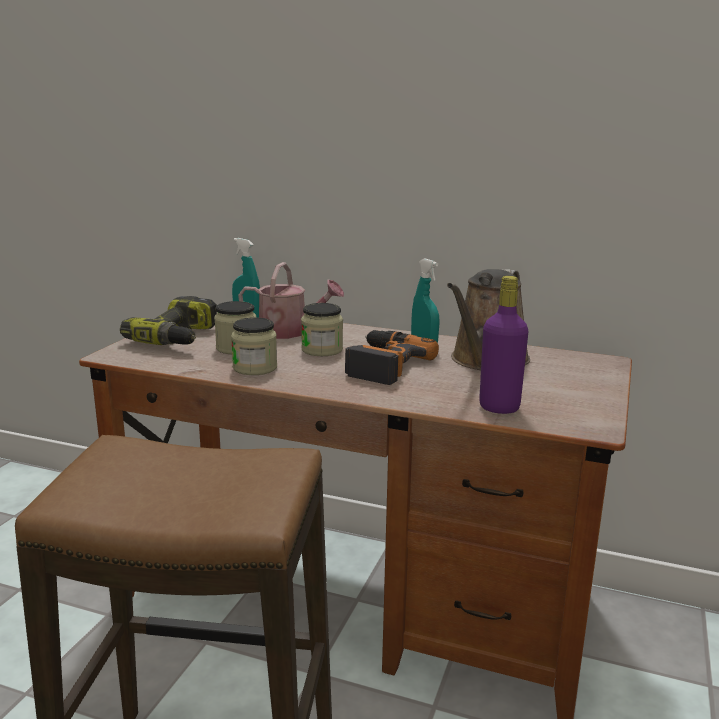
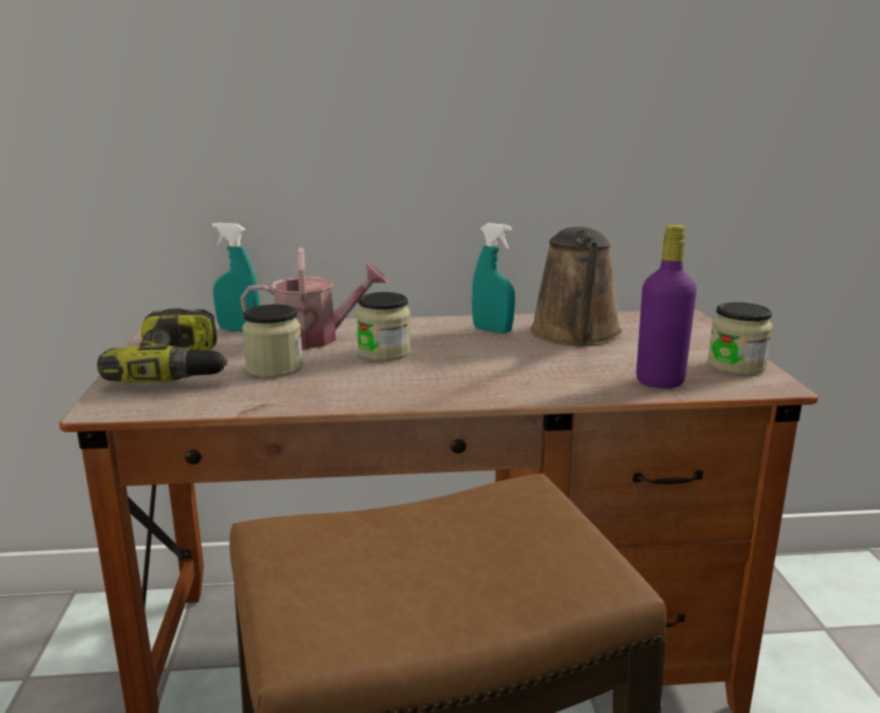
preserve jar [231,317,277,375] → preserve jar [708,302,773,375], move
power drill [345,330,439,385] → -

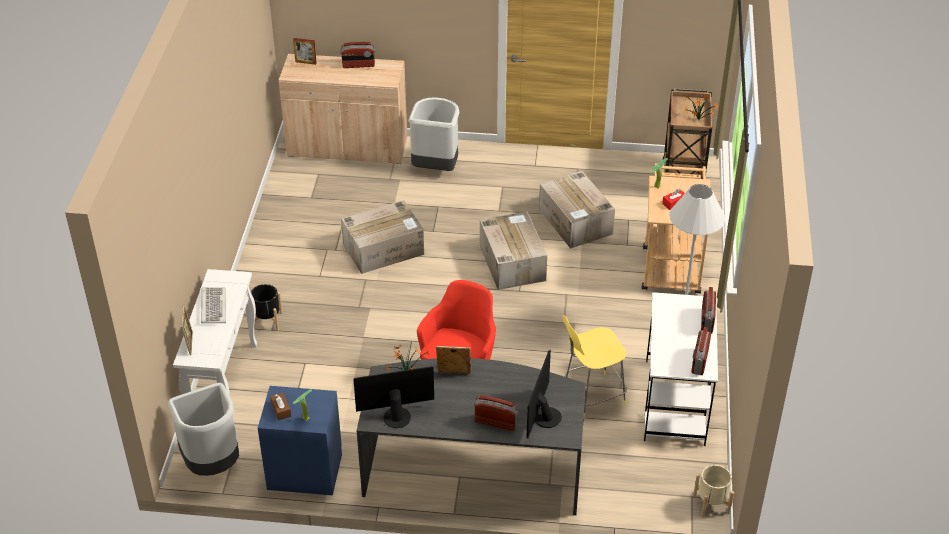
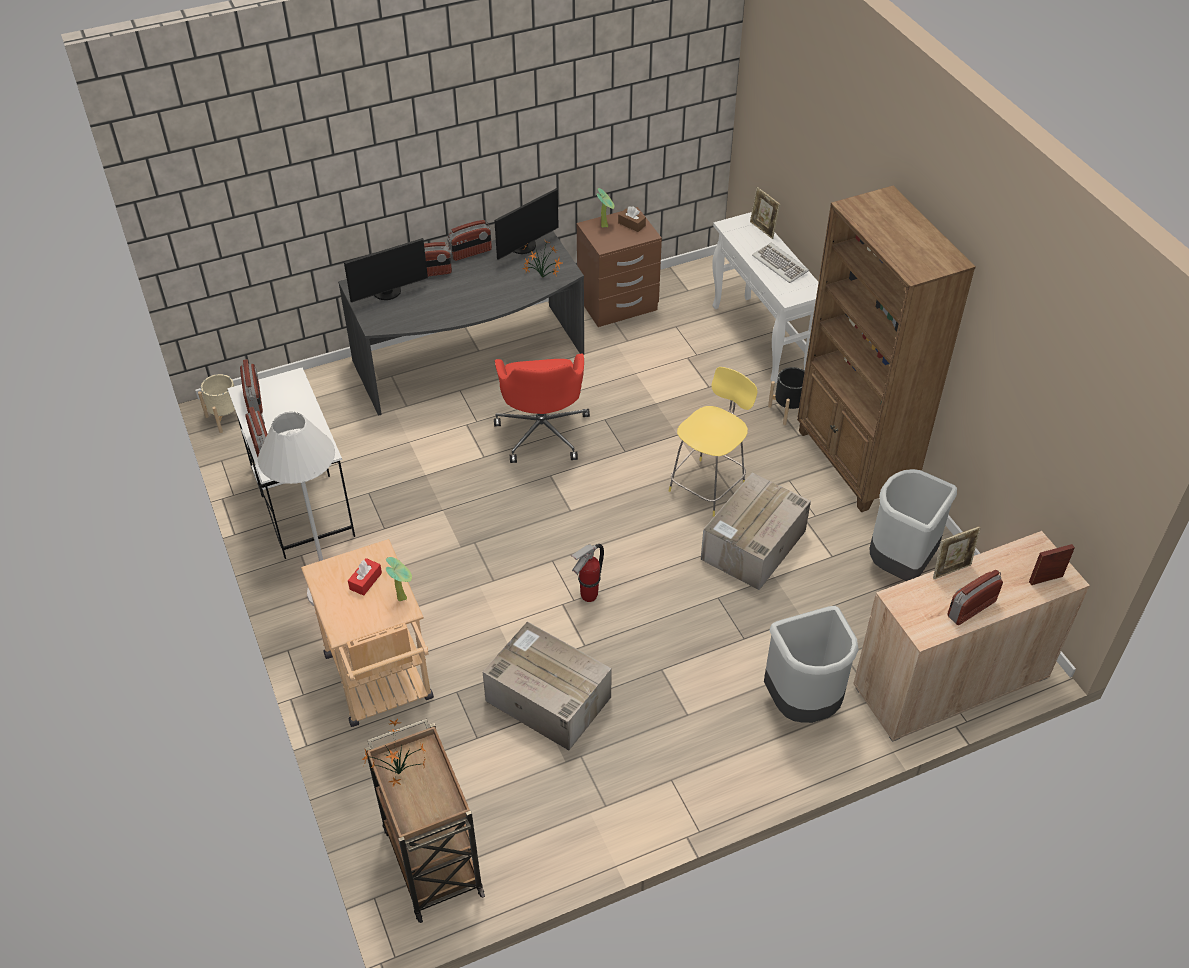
gray rubbish bin [168,383,239,476] → gray rubbish bin [870,469,957,581], move
blue night table [258,386,342,495] → brown-coloured night table [577,207,662,327]
standing frame [436,346,471,374] → standing frame [933,526,981,579], move
carton [480,212,547,290] → extinguisher [571,544,604,602]
computer screen [526,350,562,438] → computer screen [344,238,428,302], 75 degrees clockwise
yellowish sitting stool [562,316,627,417] → yellowish sitting stool [669,367,757,517], move
- → radio set [447,220,492,261]
- → brown-coloured shelving unit [797,186,975,512]

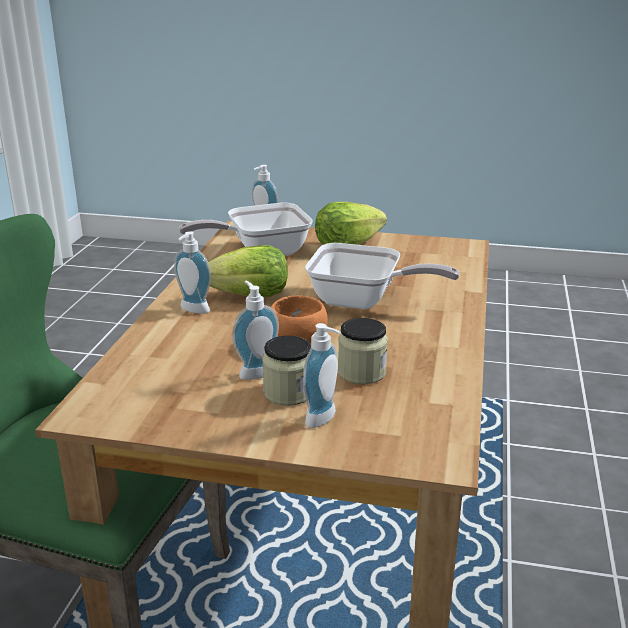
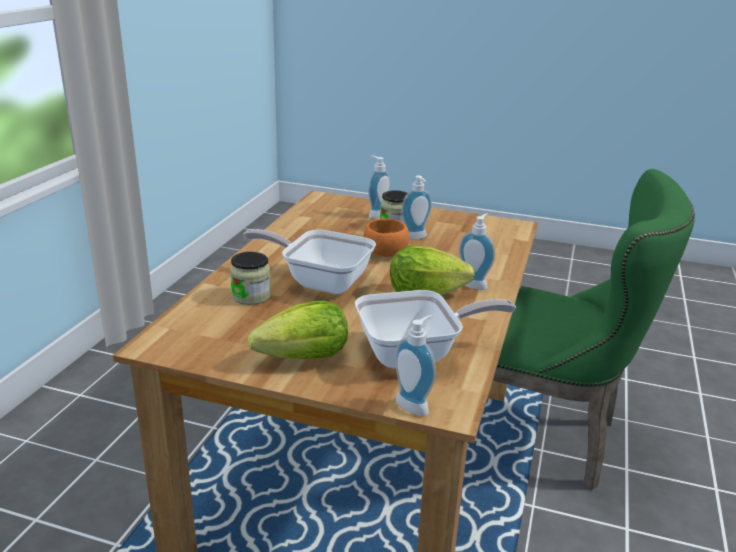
preserve jar [338,318,388,384] → preserve jar [230,252,271,305], move

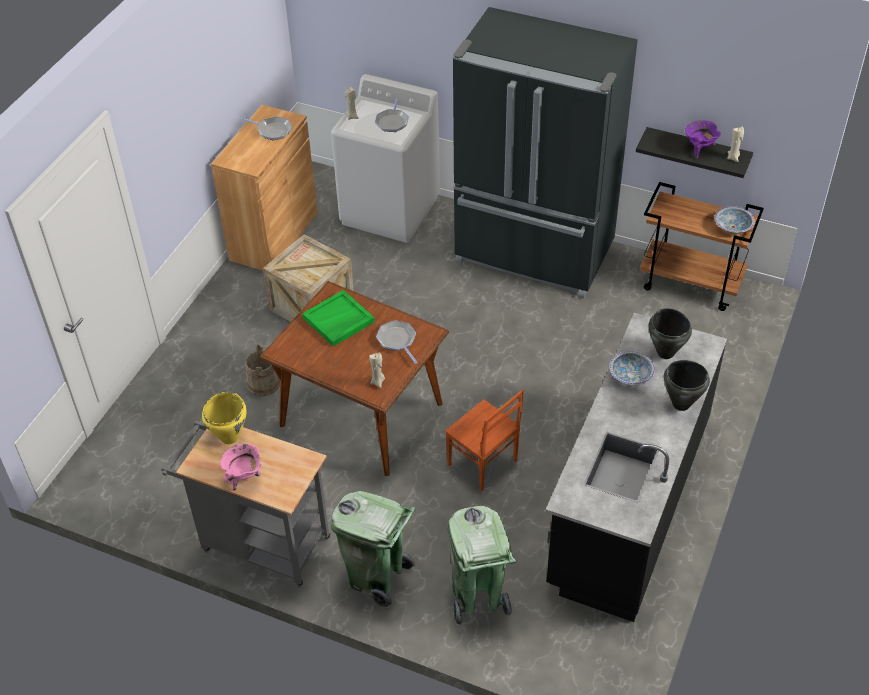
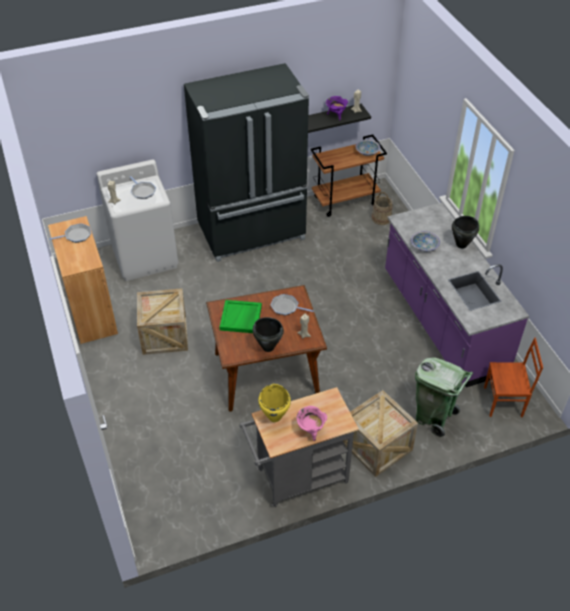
beige-coloured water bucket [245,344,280,396] → beige-coloured water bucket [372,192,392,225], move
green-coloured rubbish bin [331,491,416,609] → crate [343,390,418,477]
brown-coloured upright chair [445,390,524,491] → brown-coloured upright chair [484,338,543,417], move
black-coloured counter [545,313,727,622] → purplish counter [385,203,529,388]
black-coloured saucepot [649,308,692,359] → black-coloured saucepot [253,317,284,352], move

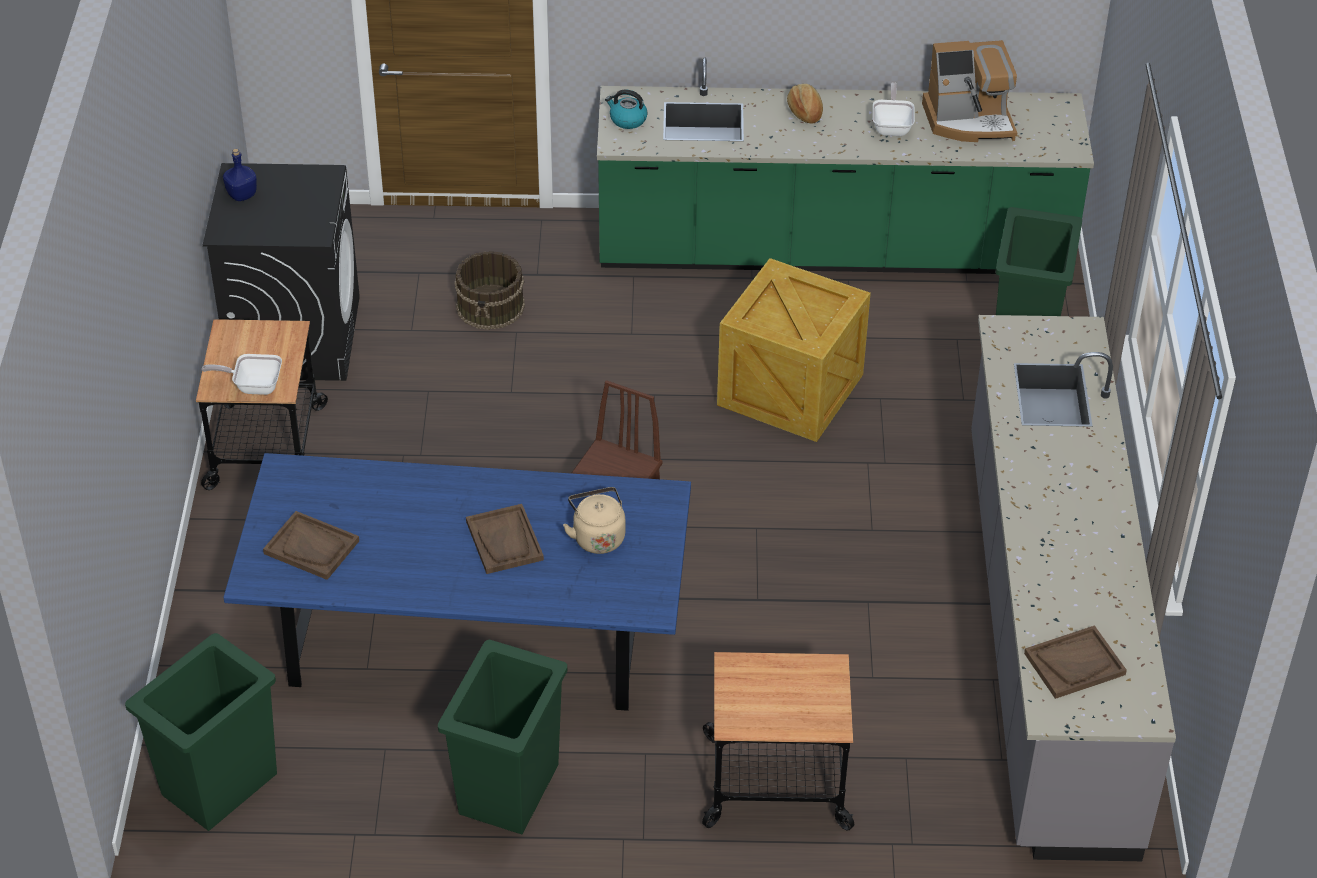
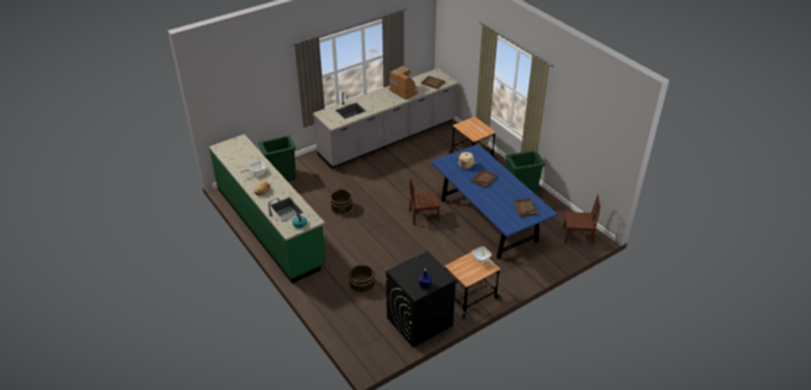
green-coloured rubbish bin [125,633,277,831] → brown-coloured upright chair [563,195,600,245]
crate [717,258,871,442] → brown-coloured water bucket [330,189,354,216]
coffee brewer [922,40,1017,142] → coffee brewer [389,66,418,100], move

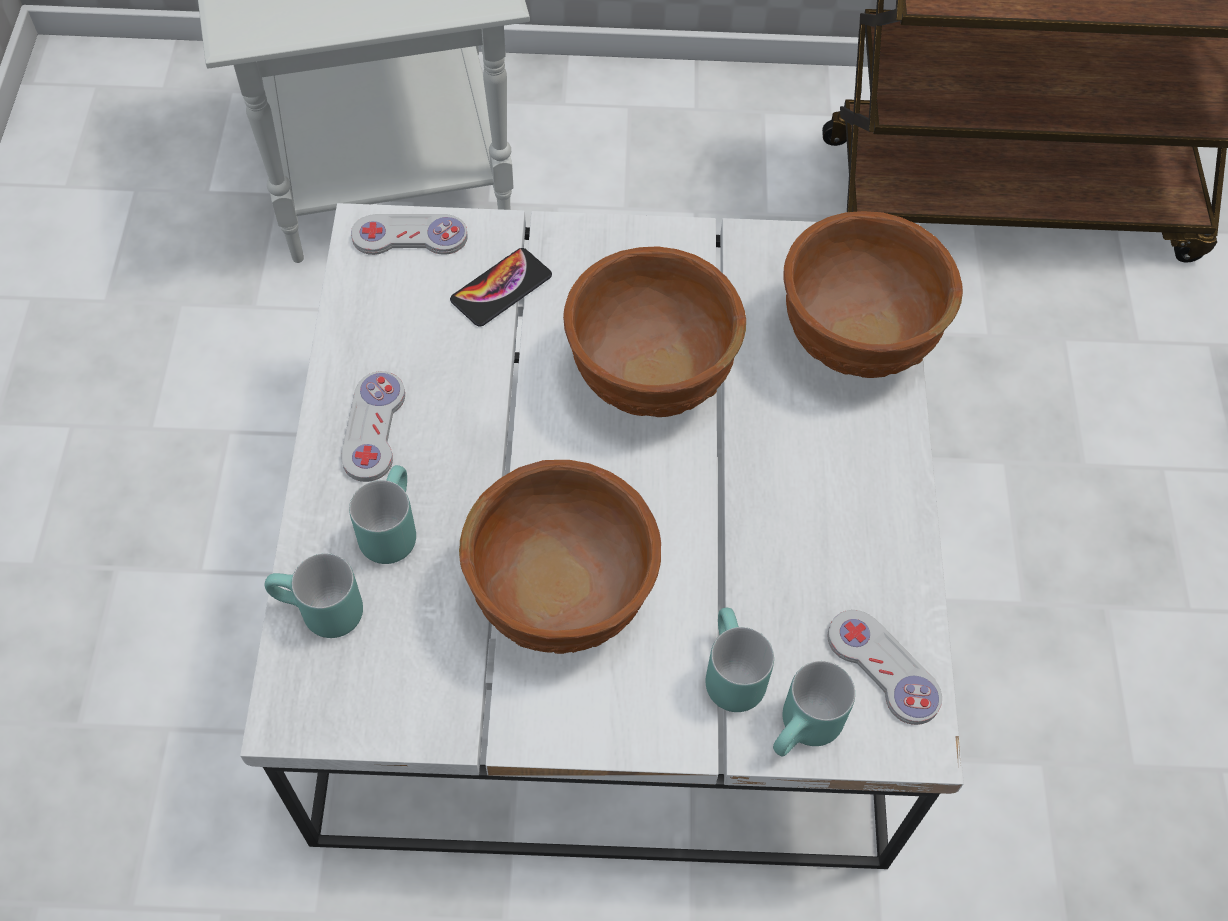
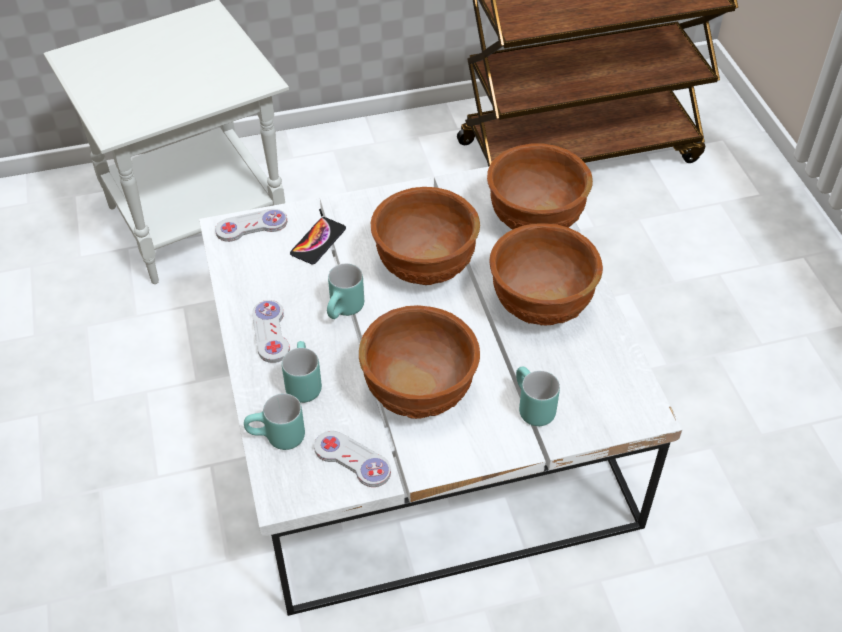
turquoise tea mug [773,661,855,756] → turquoise tea mug [327,263,364,319], move
white-coloured gamepad [828,610,942,725] → white-coloured gamepad [314,431,391,487], move
- → brown-coloured serving bowl [489,223,603,325]

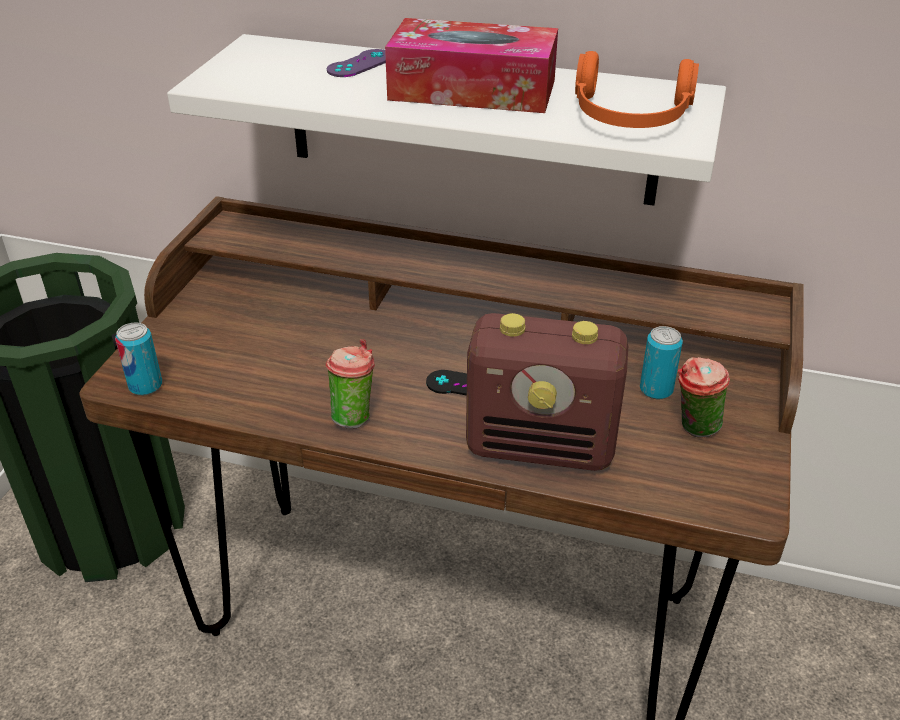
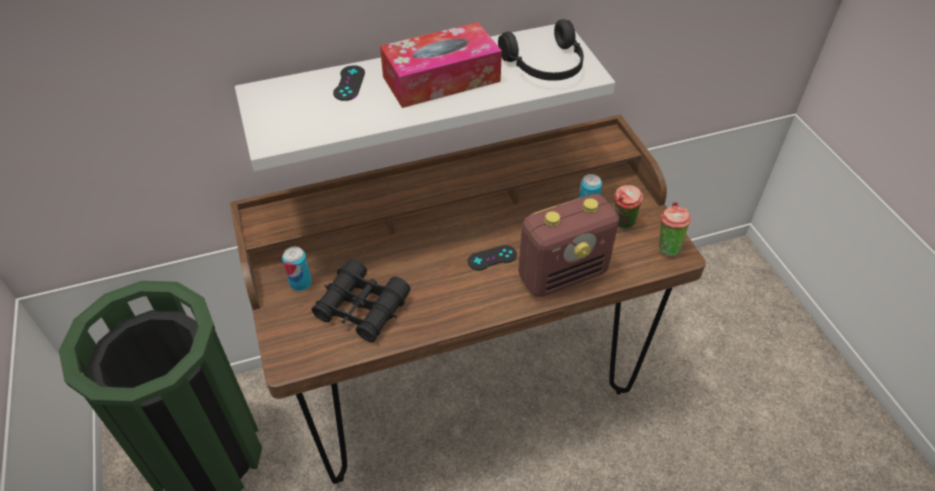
can [115,322,162,396] → can [282,247,312,291], move
cup [326,339,375,428] → cup [659,202,691,256], move
purplish gamepad [327,49,386,77] → black-coloured gamepad [333,65,365,101]
orangey pair of headphones [575,51,699,128] → black-coloured pair of headphones [498,19,584,81]
- → black-coloured binoculars [311,259,411,342]

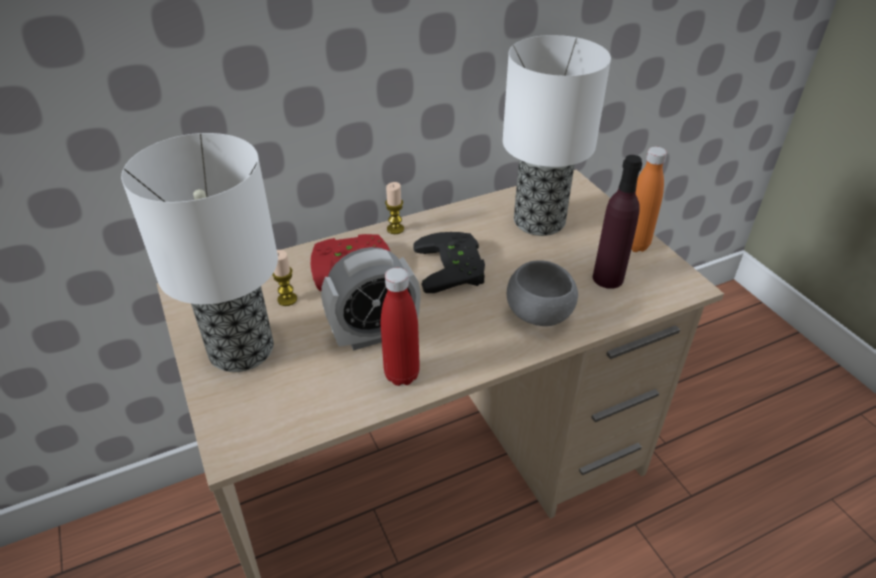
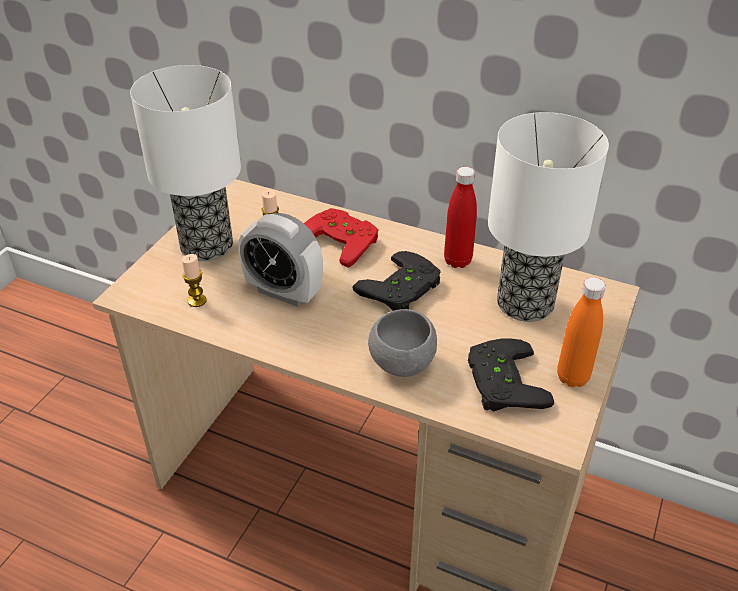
reddish beverage bottle [381,267,420,386] → reddish beverage bottle [444,167,477,268], move
wax light [385,182,404,234] → wax light [182,254,207,307], move
purplish beverage bottle [593,155,643,289] → black-coloured gamepad [468,338,554,412]

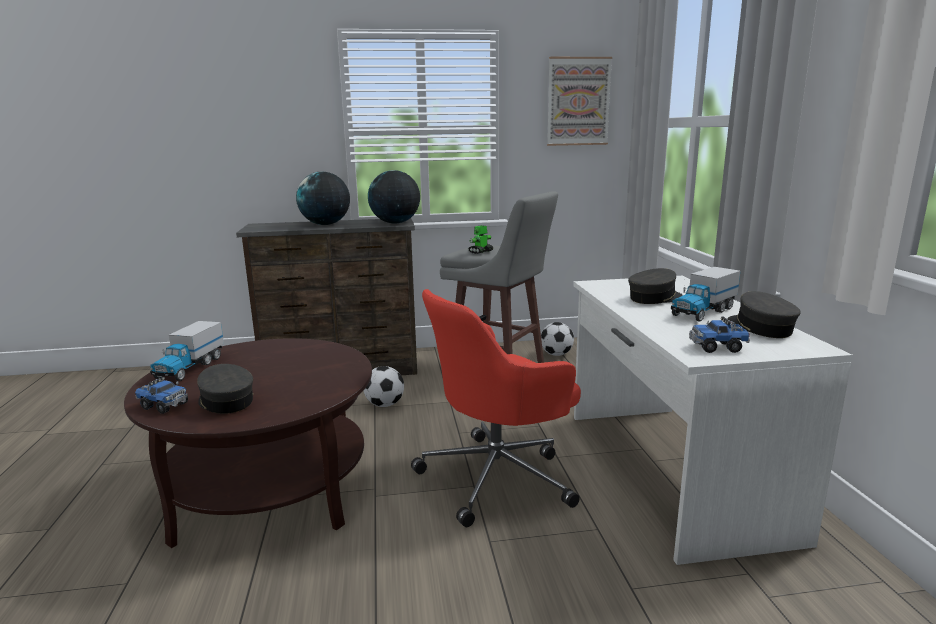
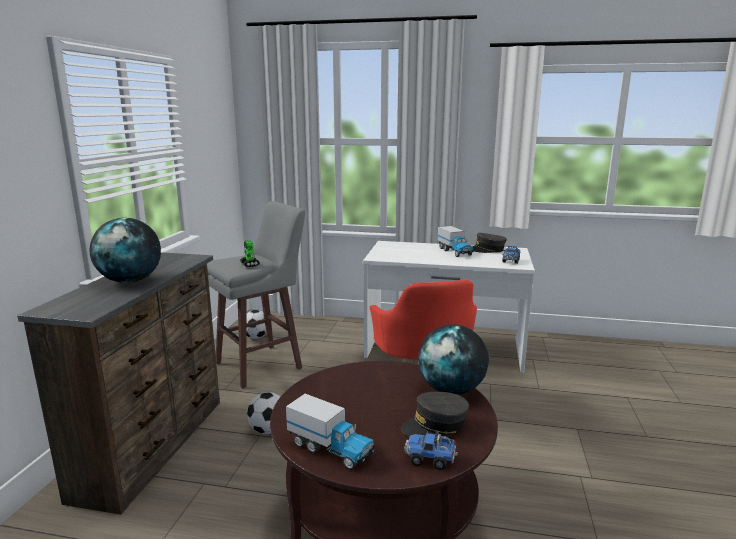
toy lorry [135,377,188,414] → toy lorry [404,431,458,470], 120 degrees counterclockwise
globe [368,170,420,224] → globe [418,324,489,395], move
wall art [547,57,612,146] → -
gray baseball cap [628,268,683,304] → -

